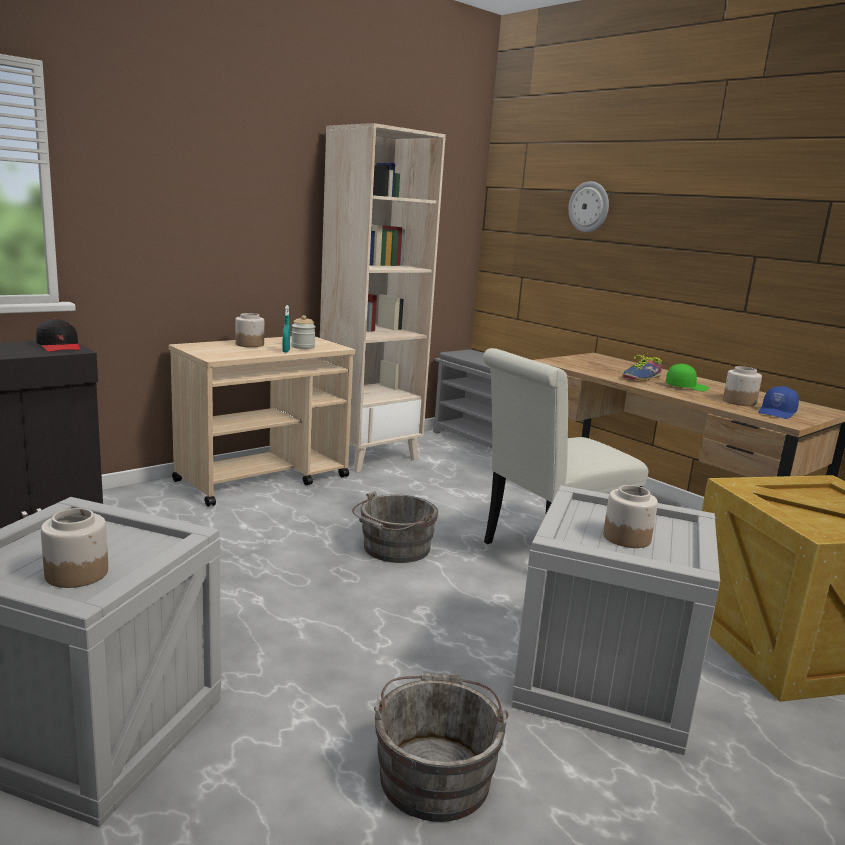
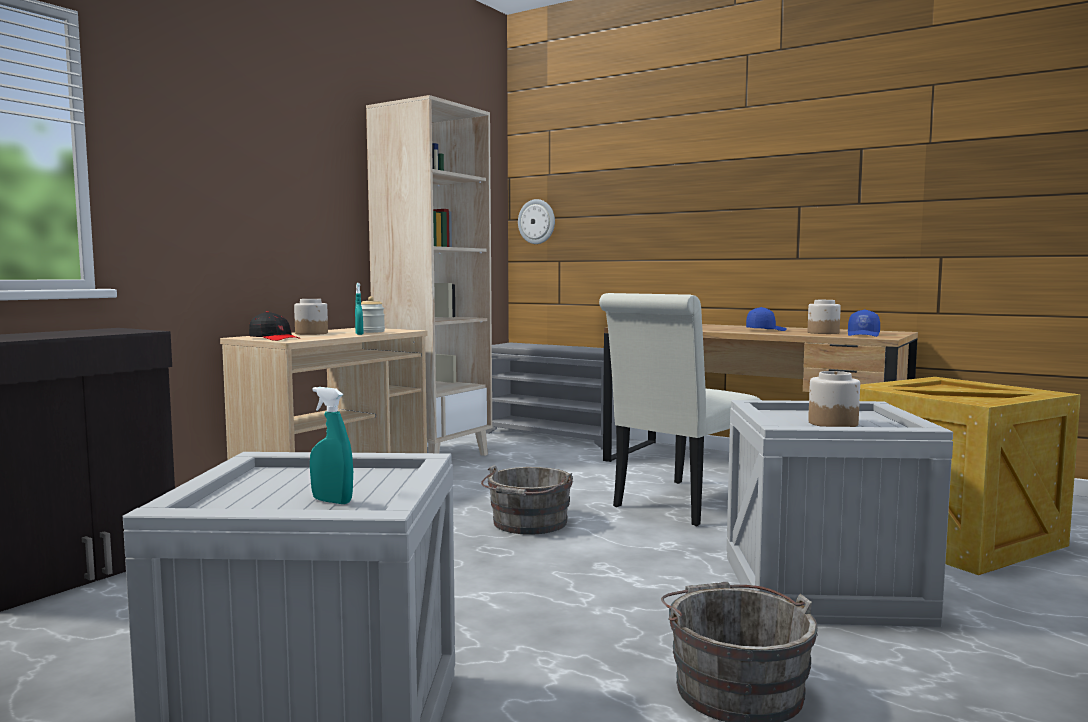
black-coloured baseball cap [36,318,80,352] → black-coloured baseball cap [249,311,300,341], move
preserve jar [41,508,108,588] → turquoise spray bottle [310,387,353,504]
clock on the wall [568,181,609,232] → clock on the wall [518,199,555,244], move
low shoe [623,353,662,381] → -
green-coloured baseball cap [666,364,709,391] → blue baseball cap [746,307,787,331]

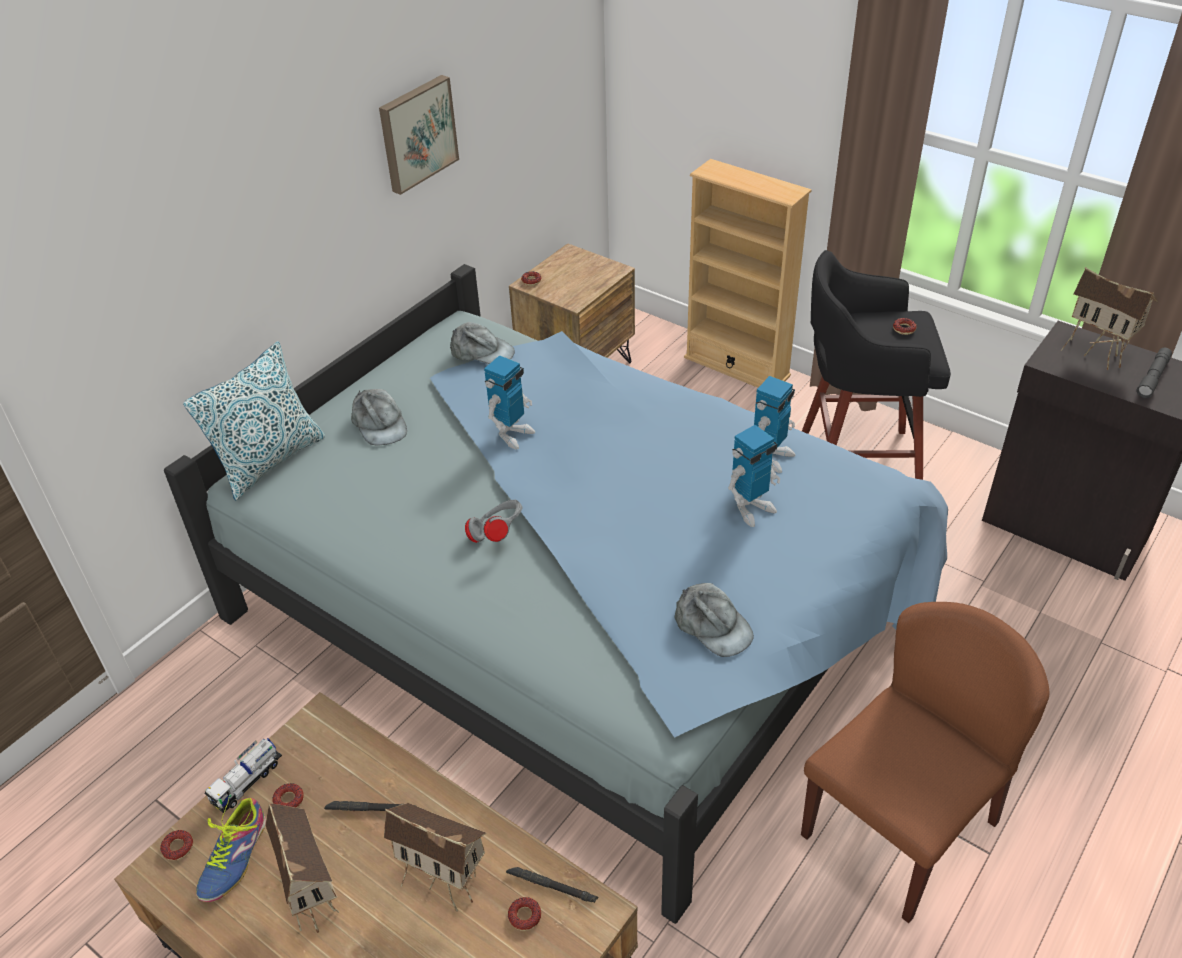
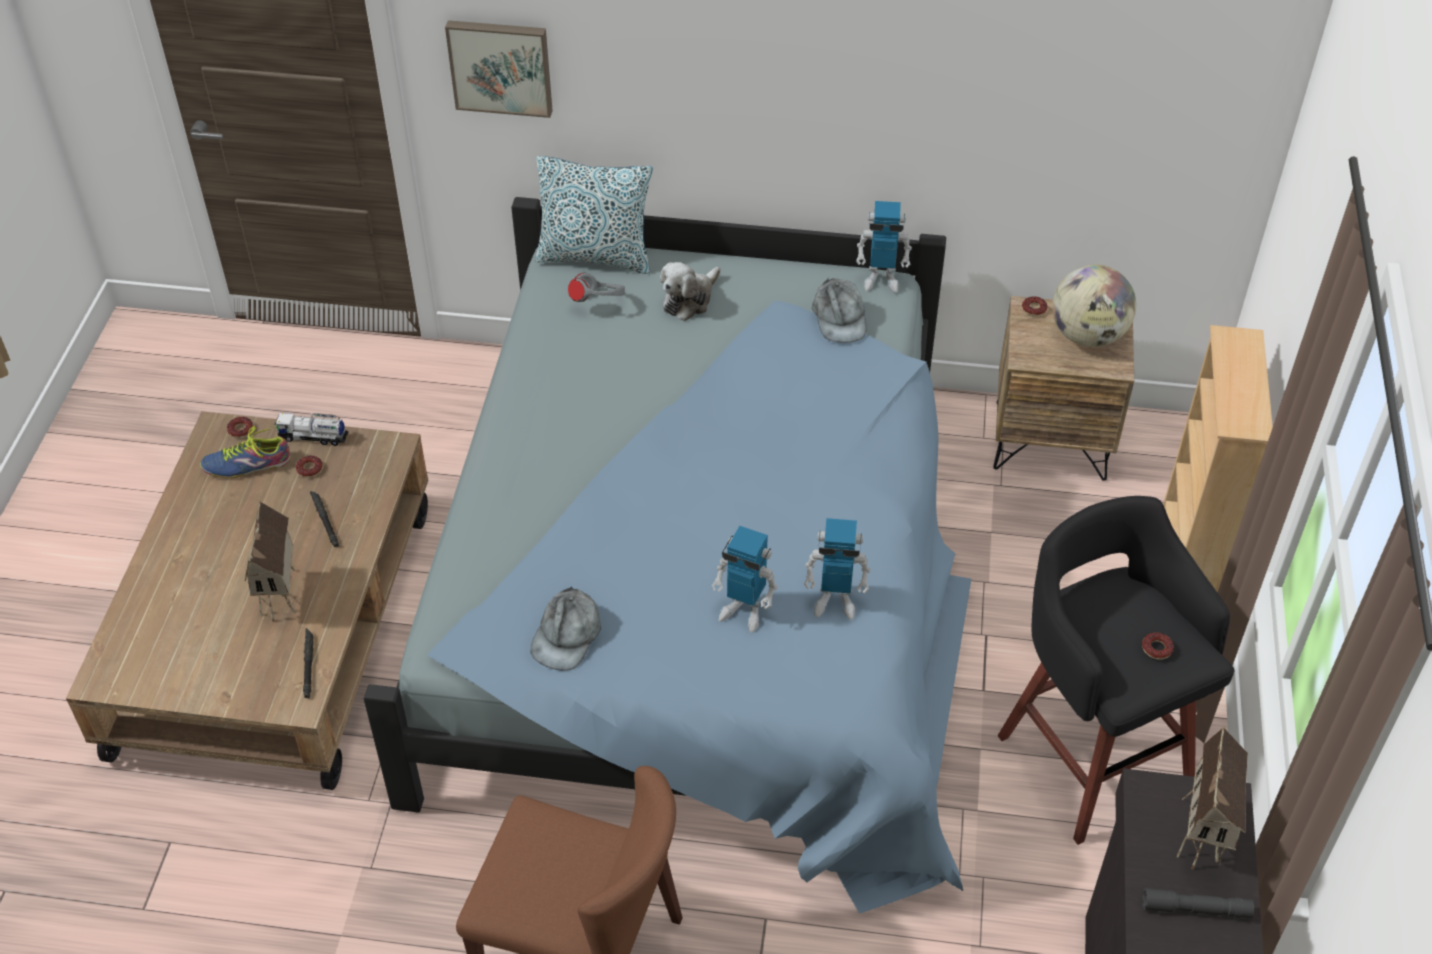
toy house [265,802,339,933] → -
gray baseball cap [351,389,407,446] → plush toy [660,262,720,321]
wall art [379,75,459,195] → wall art [445,20,553,118], move
gray pair of headphones [465,500,522,543] → gray pair of headphones [568,273,625,302], move
model robot [484,355,535,449] → model robot [856,201,912,293], move
donut [508,897,541,931] → -
- → globe [1052,265,1136,347]

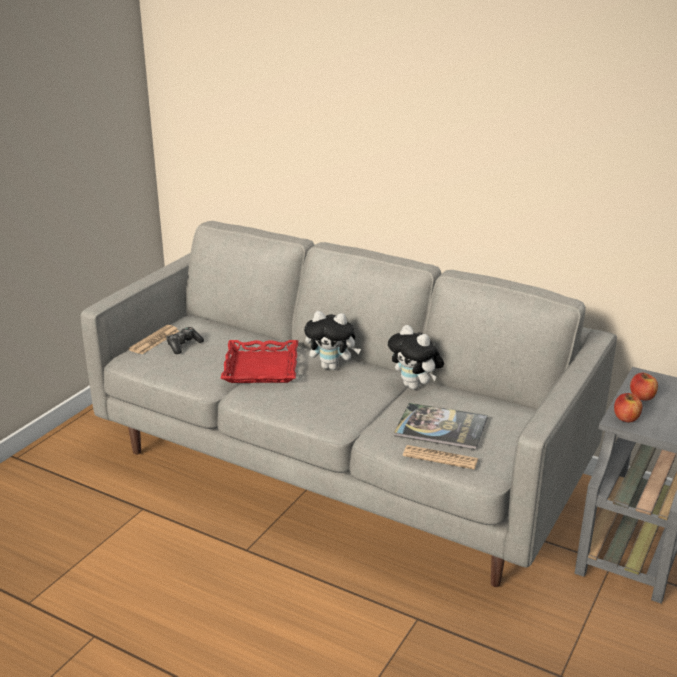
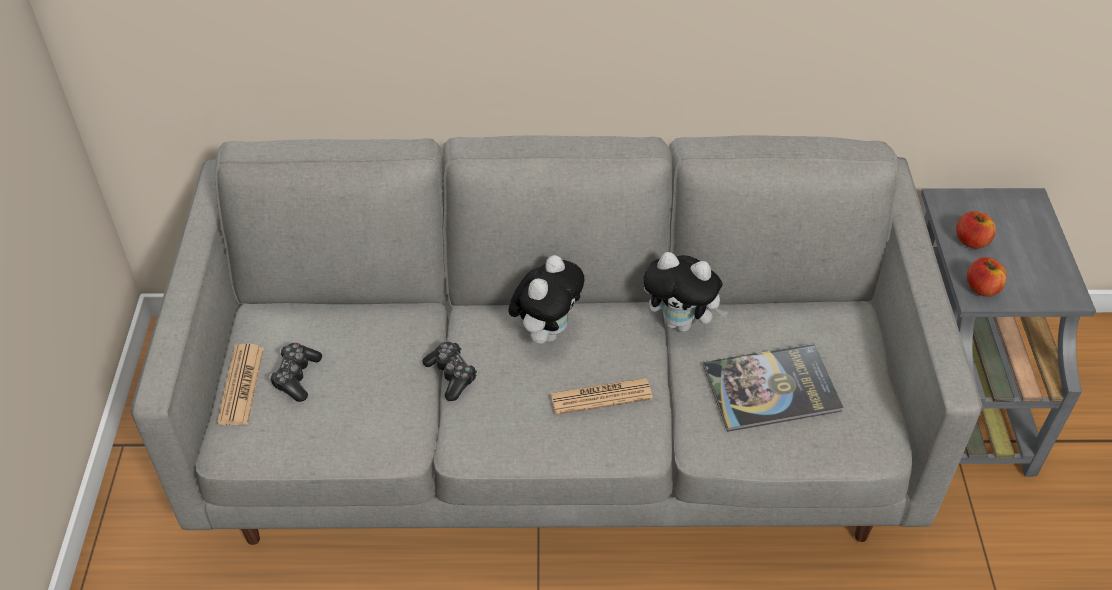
reddish carrying tray [221,340,298,383] → gamepad [422,342,477,401]
plush toy [304,311,361,370] → plush toy [508,255,584,344], 45 degrees counterclockwise
newspaper [403,445,478,469] → newspaper [550,378,653,415], move

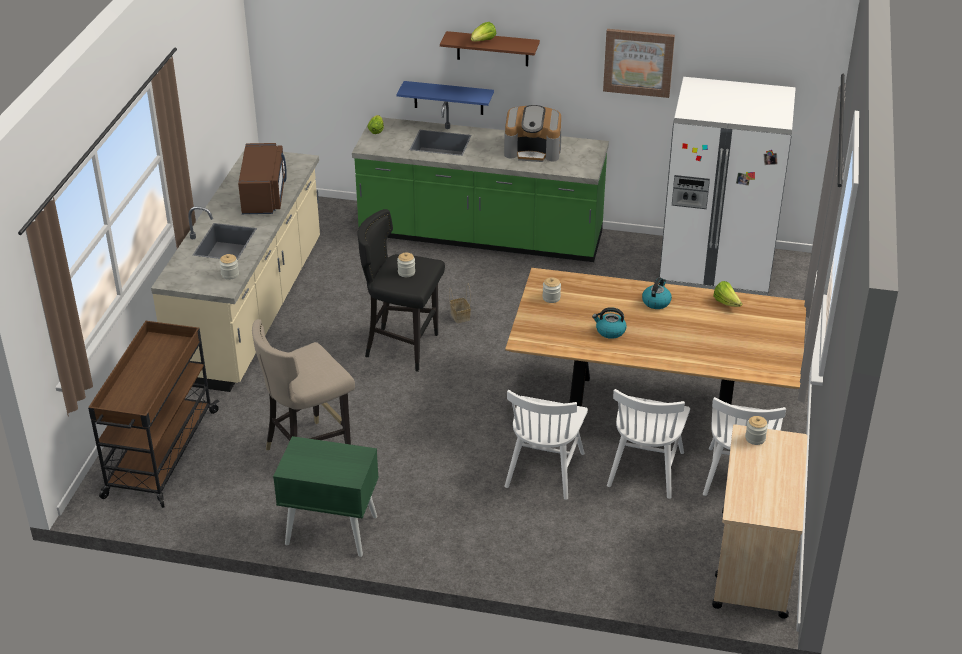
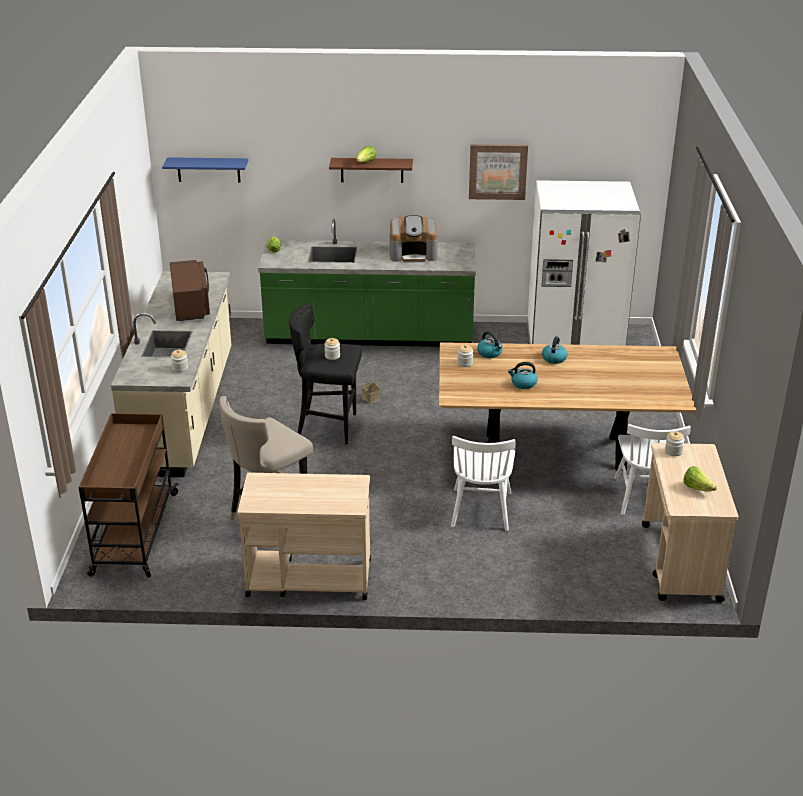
green-coloured night table [273,436,379,557] → beige-coloured cart [237,473,371,600]
blue bracket shelf [397,81,494,115] → blue bracket shelf [162,157,248,183], move
white-coloured upright chair [607,389,690,499] → -
lettuce head [713,281,742,307] → lettuce head [684,466,717,491], move
- → tea kettle [477,331,502,358]

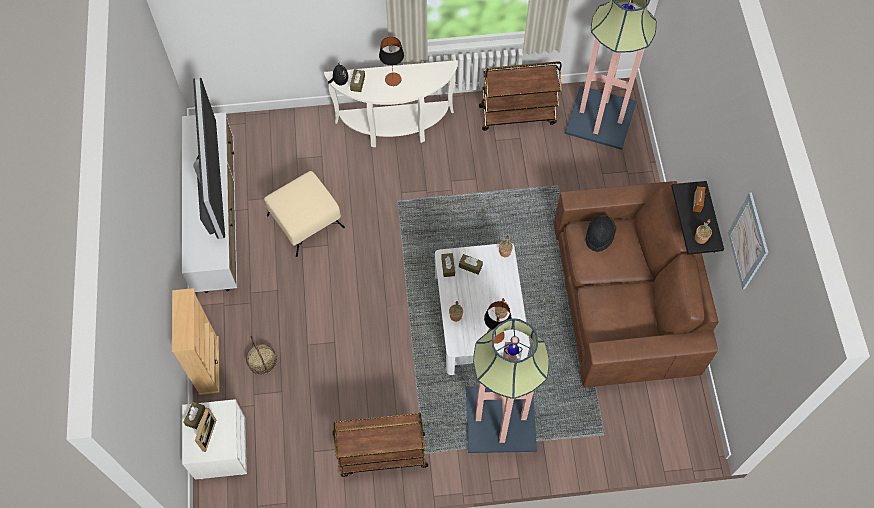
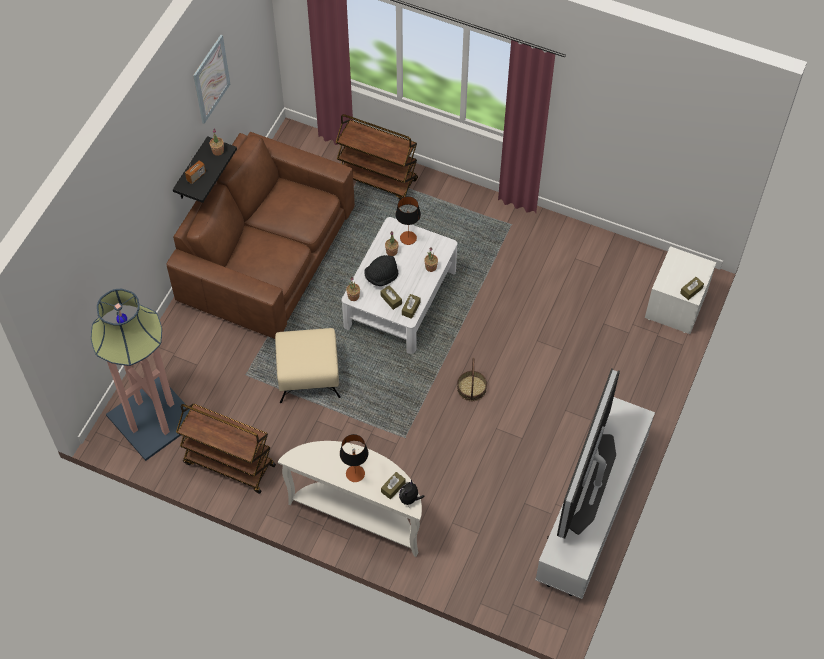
beige-coloured shelving unit [172,288,220,395] → -
standing frame [195,408,216,452] → -
basket [246,336,277,375] → basket [457,358,487,401], move
beige-coloured footrest [264,171,345,257] → beige-coloured footrest [275,328,341,403], move
brown-coloured cart [333,413,428,477] → brown-coloured cart [336,114,418,200], move
floor lamp [466,318,550,453] → -
black-coloured hat [586,215,616,252] → black-coloured hat [365,255,398,286], move

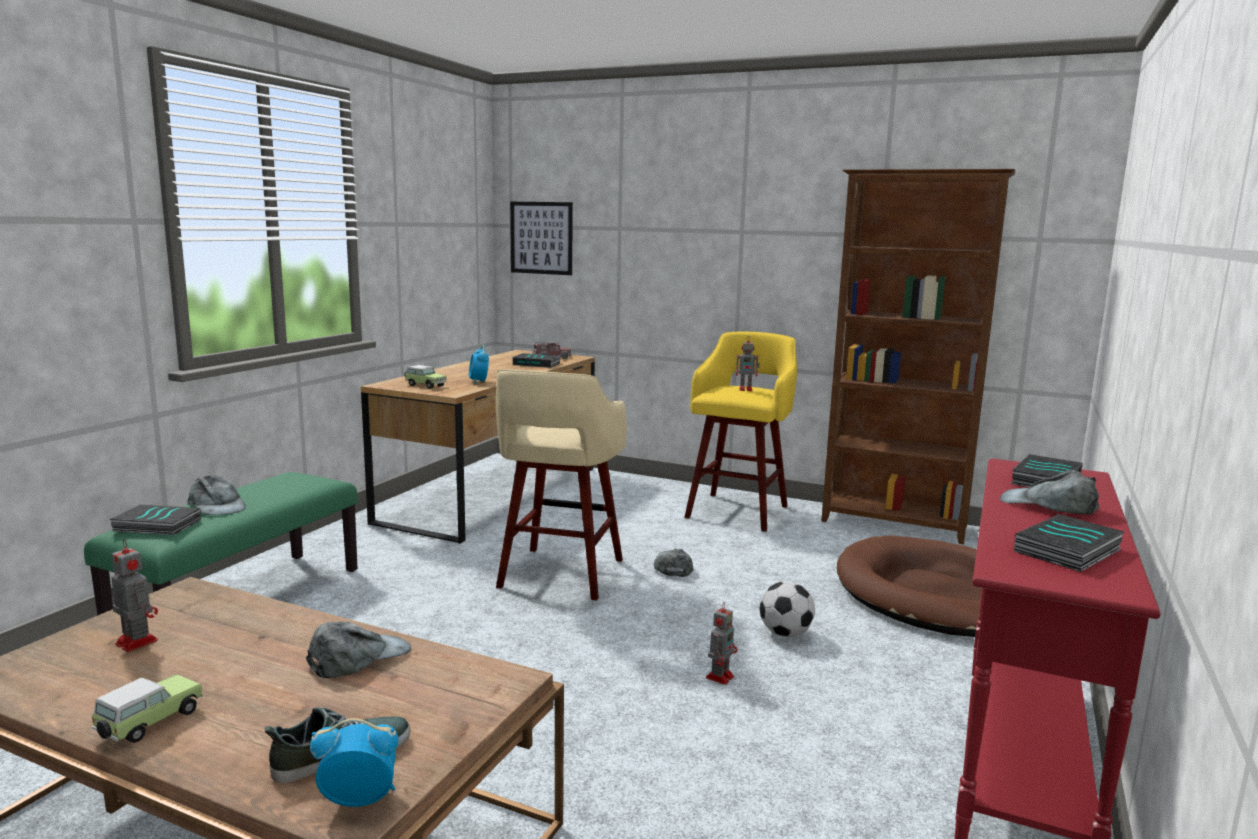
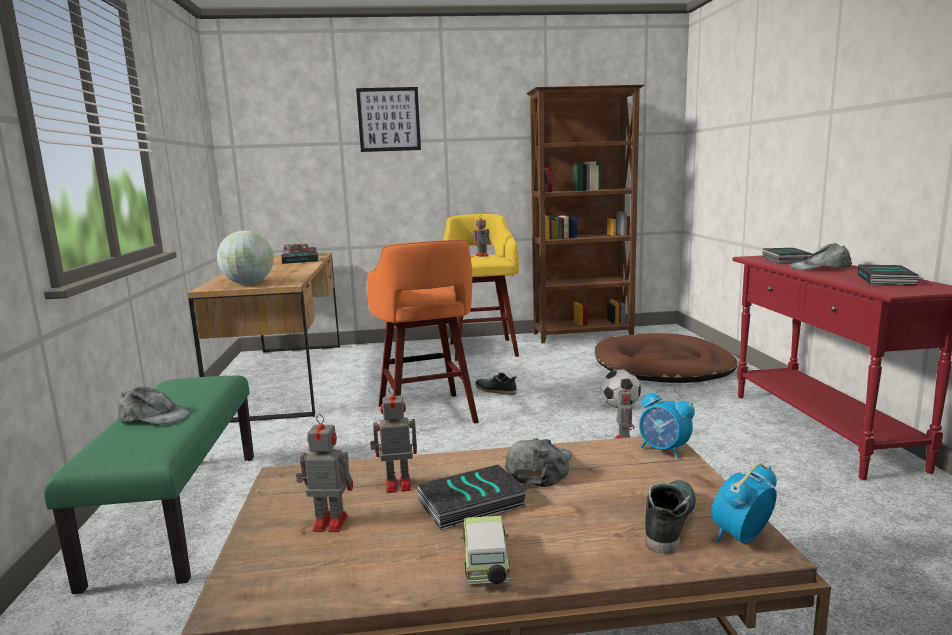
bound book [110,504,201,535] → bound book [417,464,527,530], move
toy car [404,365,446,389] → globe [217,231,274,285]
bedside clock [469,345,489,384] → bedside clock [639,387,695,458], move
beige-coloured sitting stool [496,369,627,601] → orangey sitting stool [367,240,479,424]
wall art [510,202,573,275] → wall art [356,87,421,152], move
gray baseball cap [654,549,694,577] → low shoe [475,372,517,395]
- → model robot [370,386,417,493]

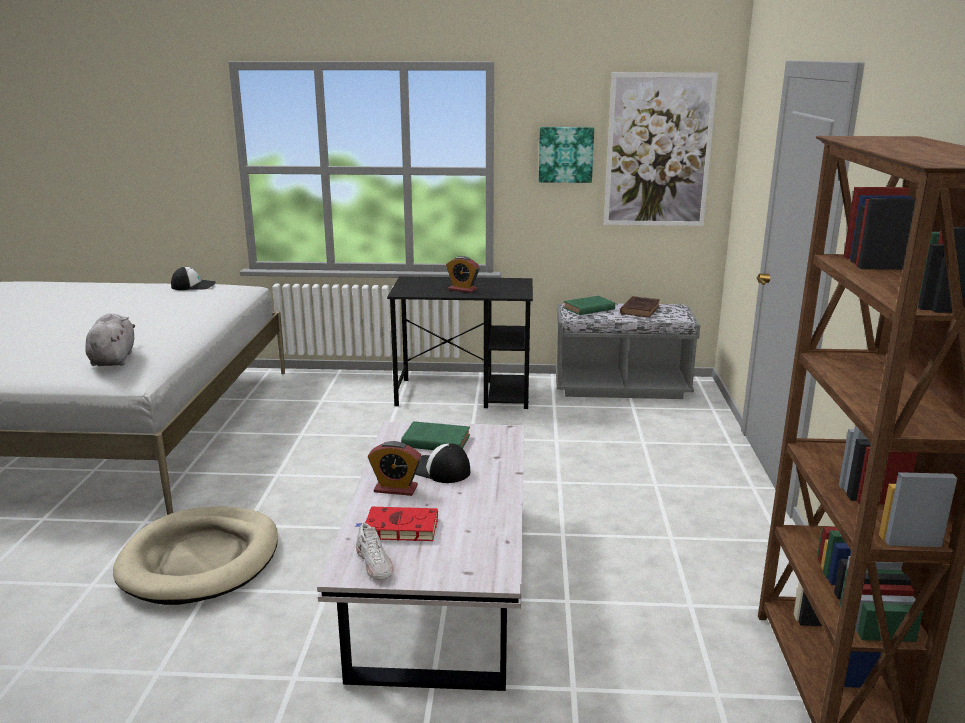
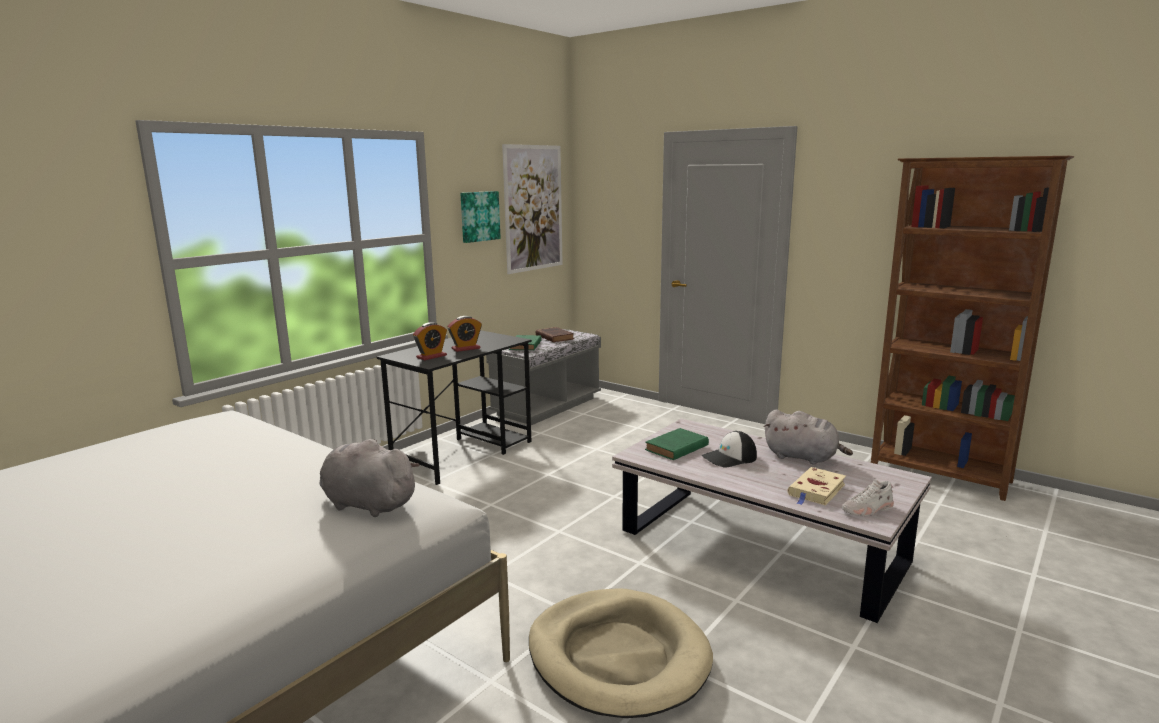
baseball cap [171,267,216,290] → -
reddish bound book [355,507,438,541] → beige-coloured bound book [787,467,846,505]
white-coloured low shoe [356,523,393,580] → white-coloured low shoe [842,479,894,516], 150 degrees clockwise
bedside clock [368,441,422,496] → bedside clock [413,322,447,360], move
- → gray plush toy [764,410,853,465]

